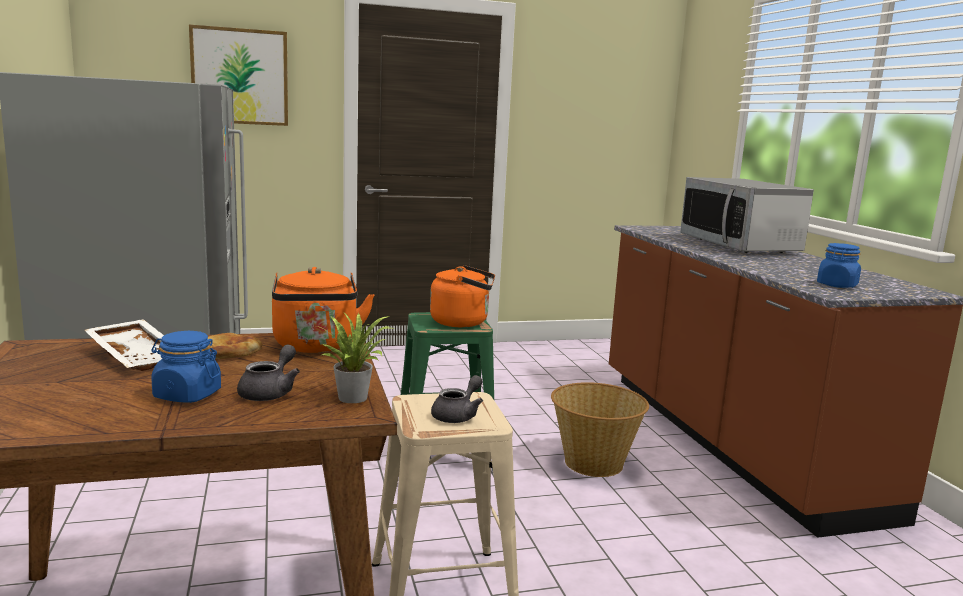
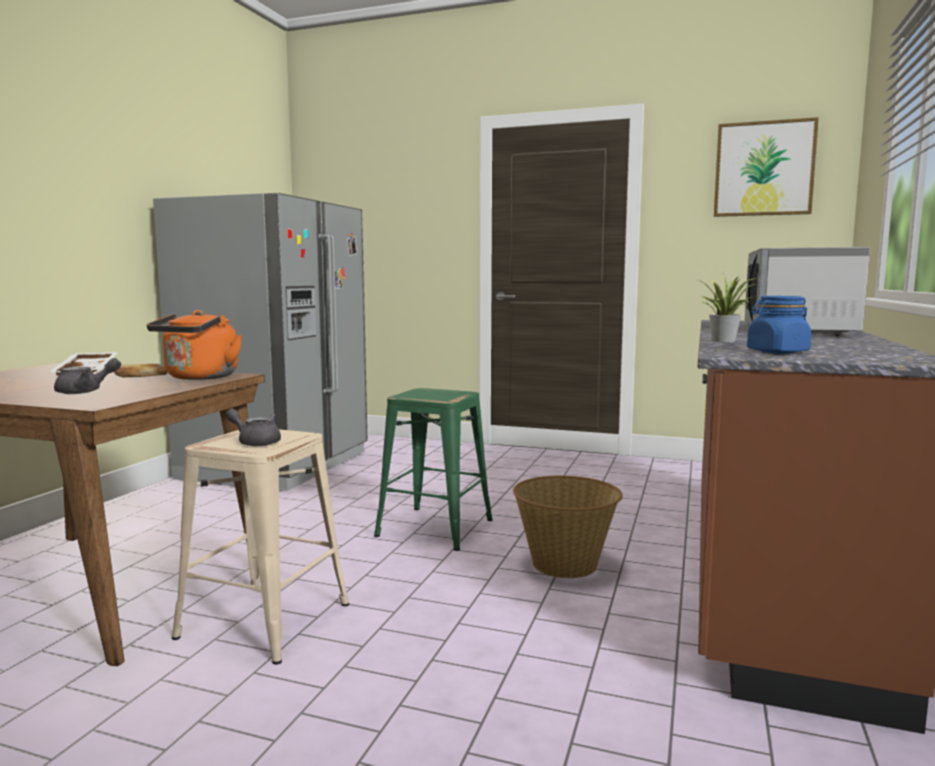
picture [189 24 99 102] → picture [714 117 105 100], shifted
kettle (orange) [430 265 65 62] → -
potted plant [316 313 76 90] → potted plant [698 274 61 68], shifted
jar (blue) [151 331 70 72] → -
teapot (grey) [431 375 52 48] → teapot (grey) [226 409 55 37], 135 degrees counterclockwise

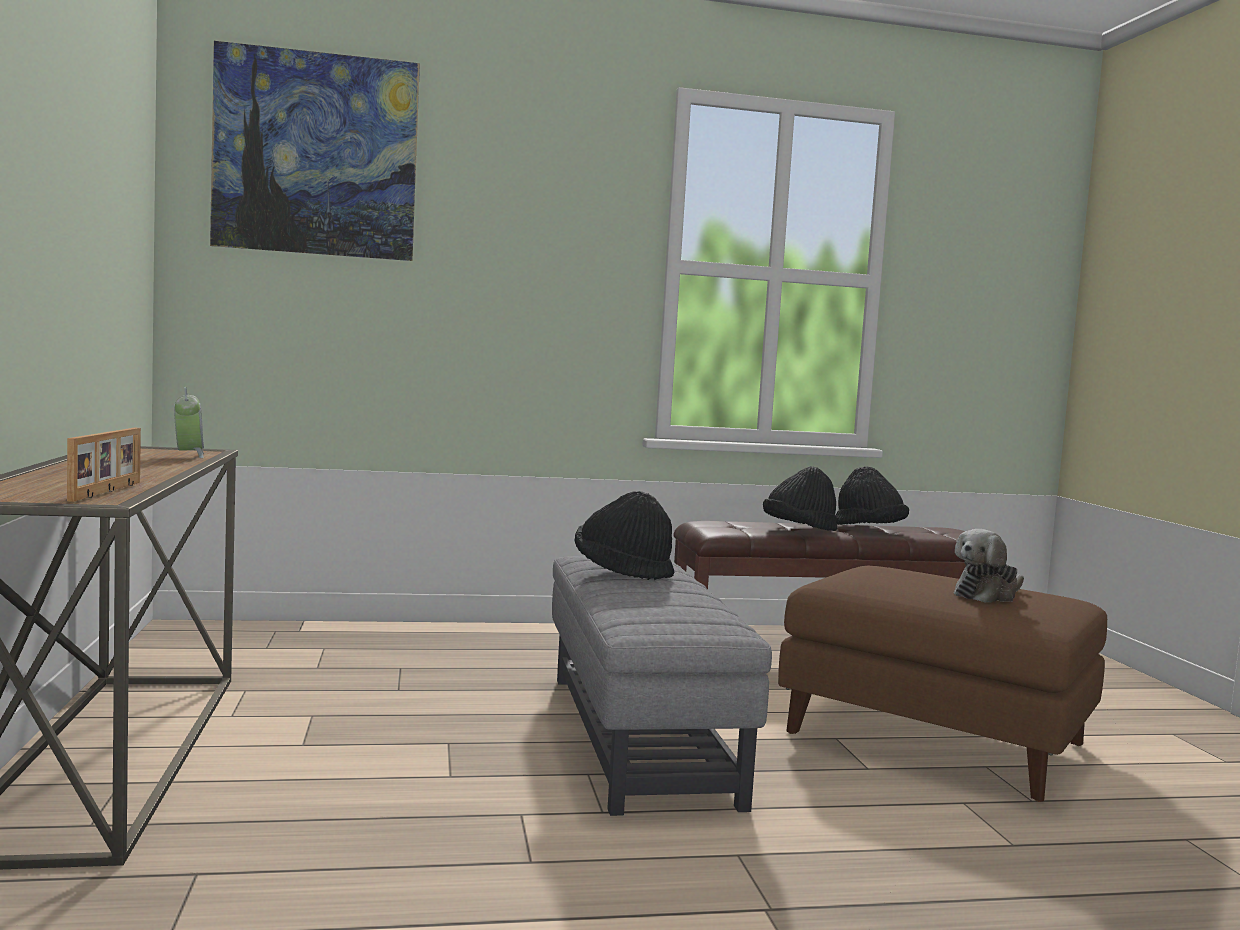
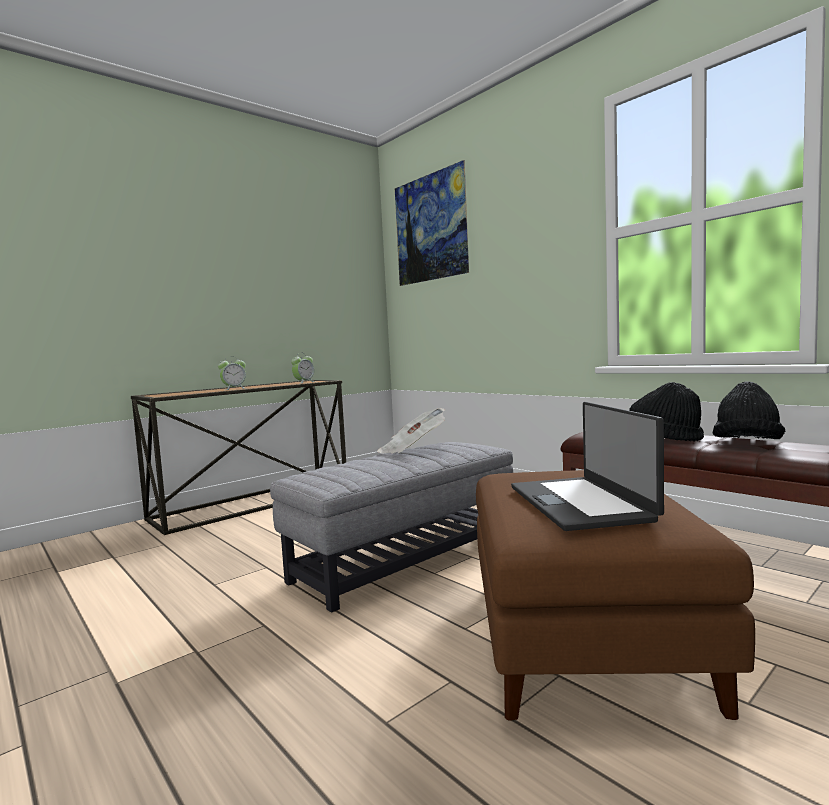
picture frame [67 428 74 74] → -
hat (black) [574 491 100 89] → newspaper [378 408 67 46]
plush toy [954 529 70 74] → laptop [511 402 153 129]
- → alarm clock [218 356 28 34]

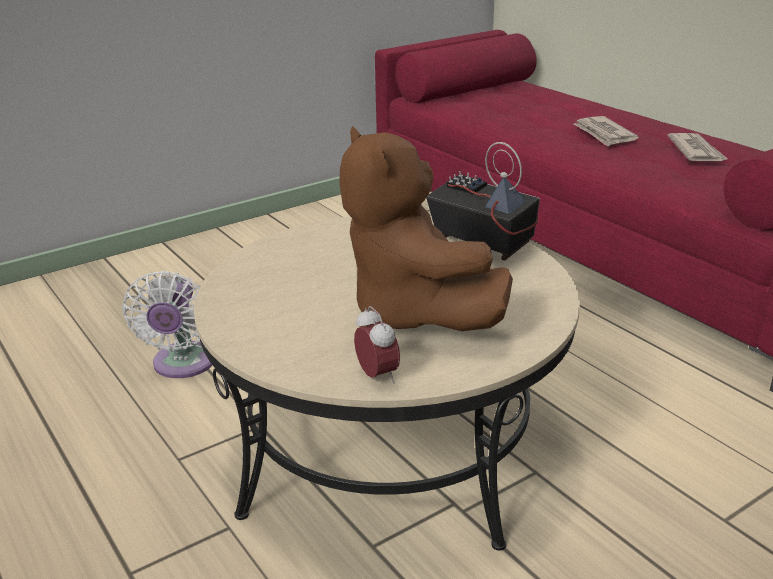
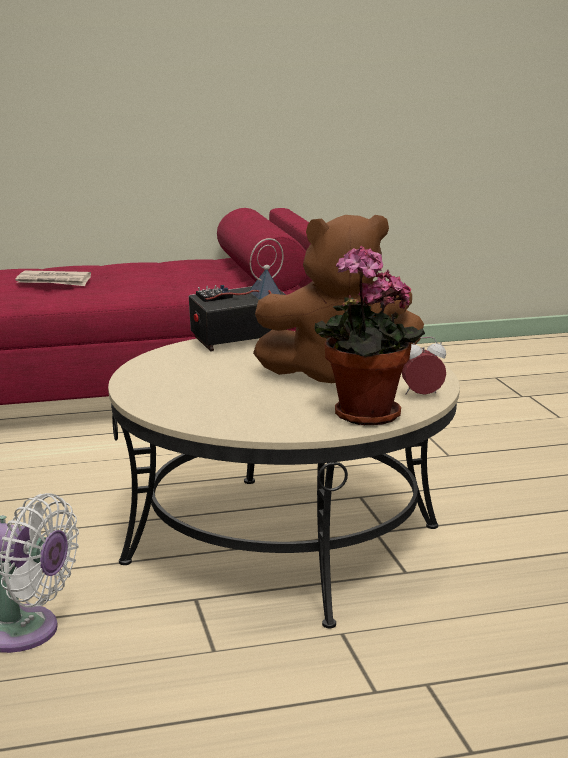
newspaper [668 133 61 28] → -
- → potted plant [314 246 111 179]

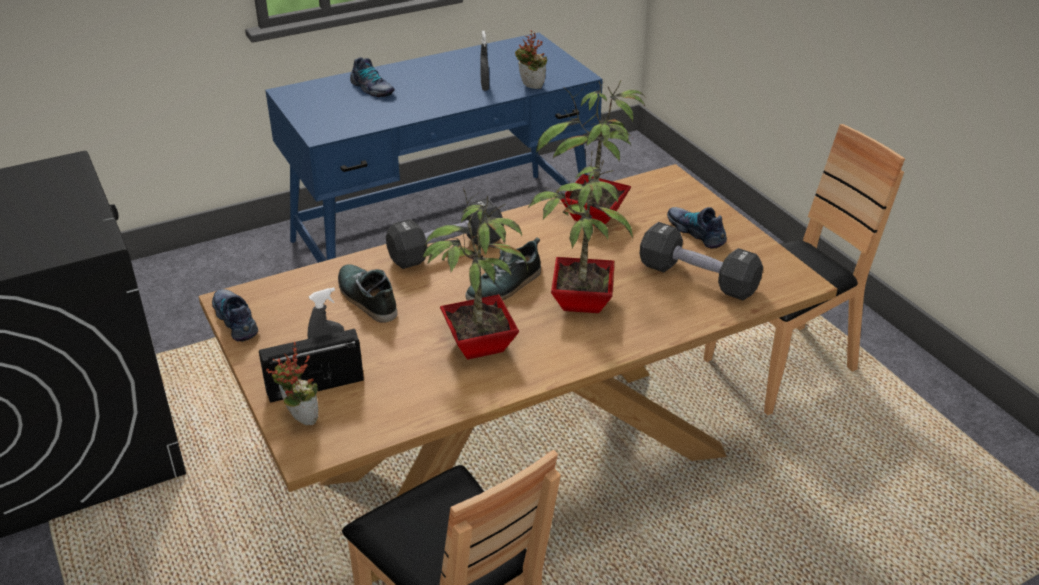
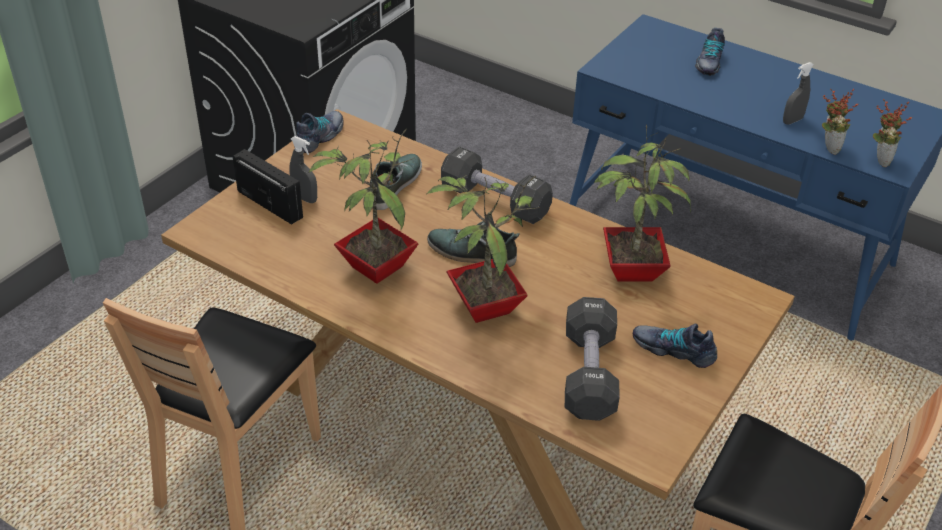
shoe [667 207 60 42] → shoe [633 324 84 44], 90 degrees counterclockwise
potted plant [266 342 52 83] → potted plant [873 99 40 68], shifted

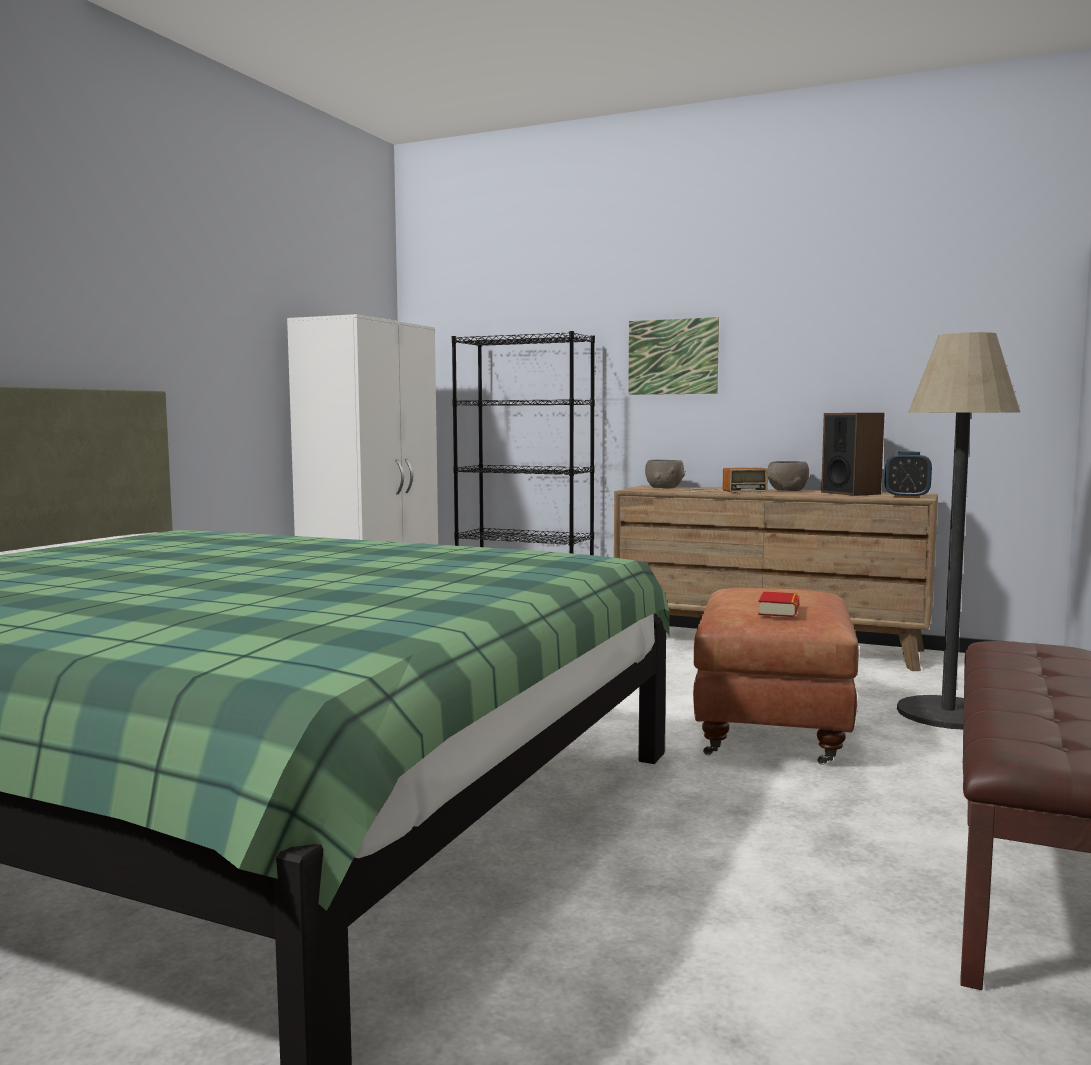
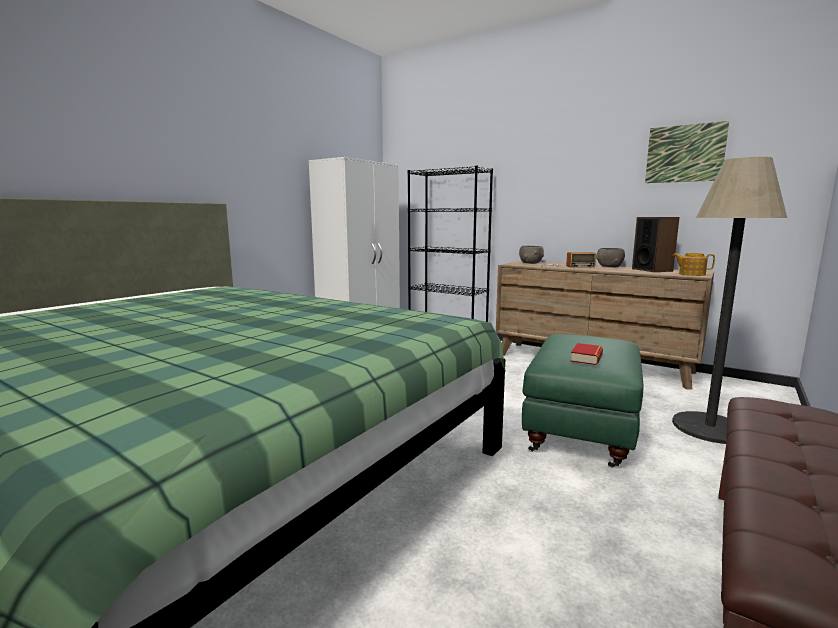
picture [628 317 91 78] → picture [645 121 84 62], shifted
alarm clock [884 451 48 47] → teapot [673 253 42 23]
ottoman (brown) [693 588 166 177] → ottoman (green) [522 334 121 134]

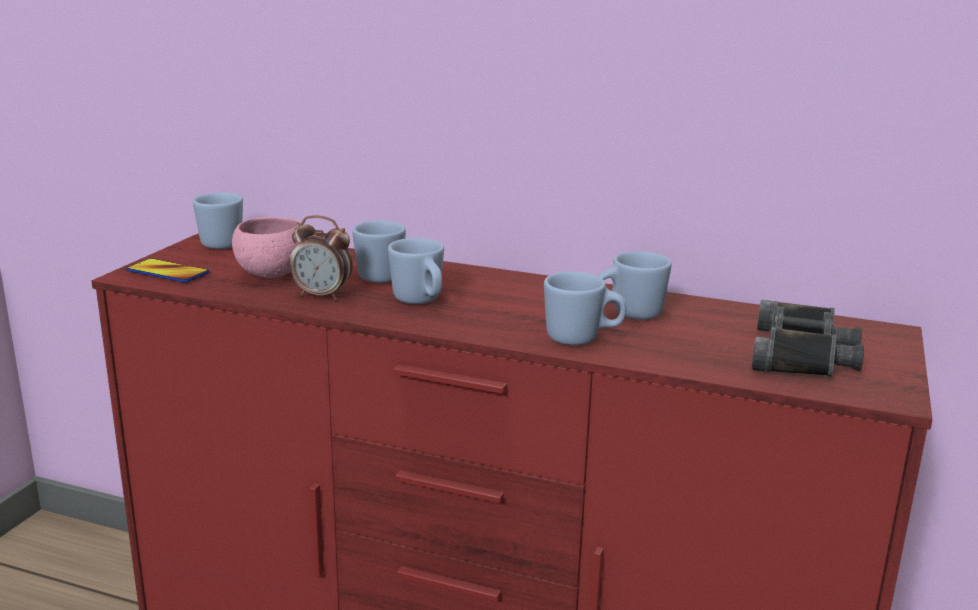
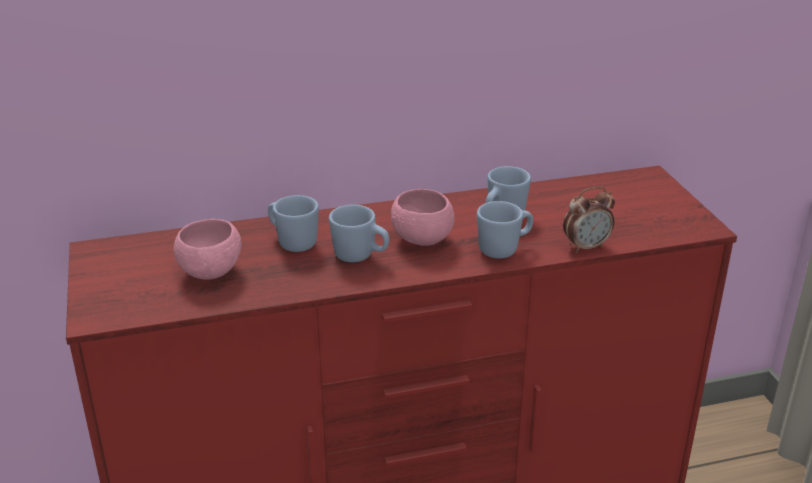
mug (blue) [193 193 50 56] → -
alarm clock [289 215 64 85] → alarm clock [563 187 52 66], shifted
phone [126 258 83 25] → -
binoculars (black) [752 300 112 77] → -
- → bowl (pink) [391 189 64 57]

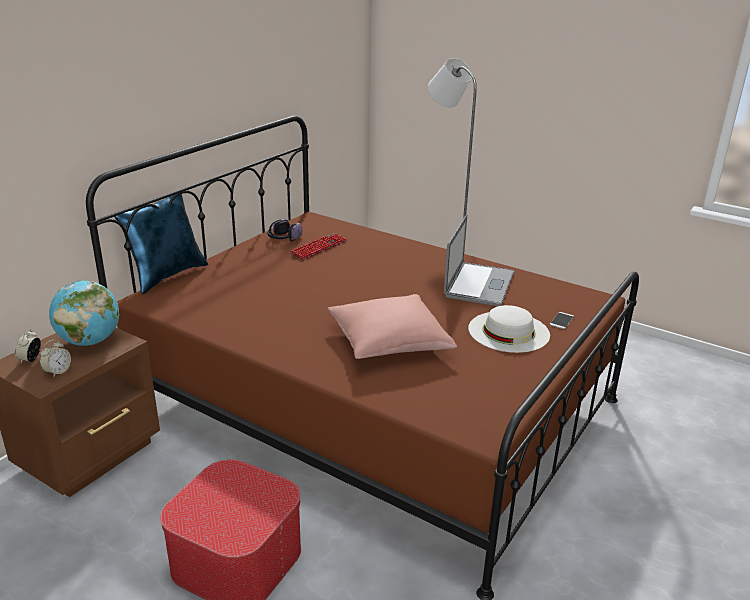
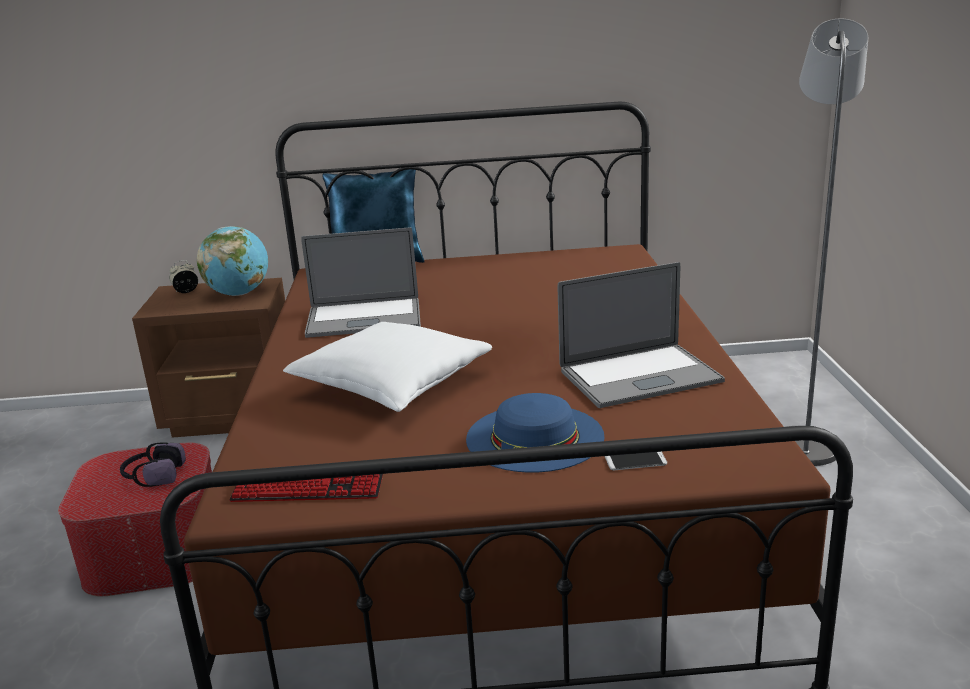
headphones [267 219 35 23] → headphones [120 443 66 44], shifted
keyboard [290 234 57 26] → keyboard [229 474 154 28], shifted
pillow (pink) [328 294 129 65] → pillow (white) [283 322 209 90]
hat (white) [468 305 82 48] → hat (blue) [466 393 138 80]
alarm clock [40 340 31 38] → -
- → laptop [301 227 120 111]

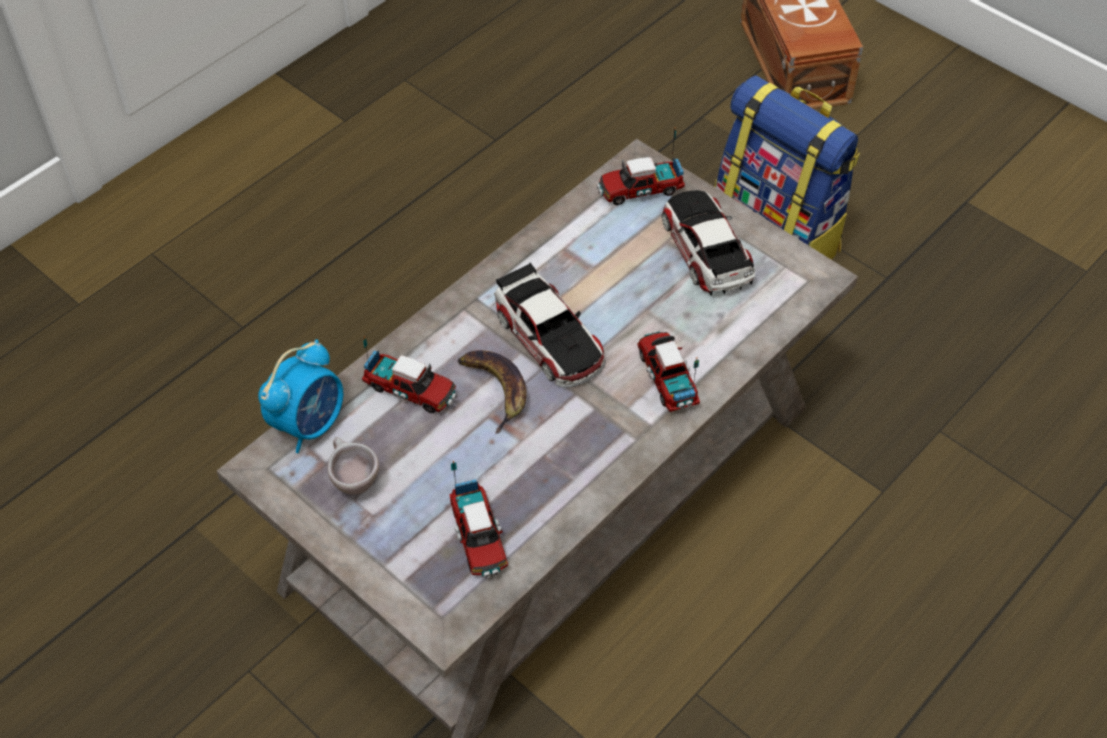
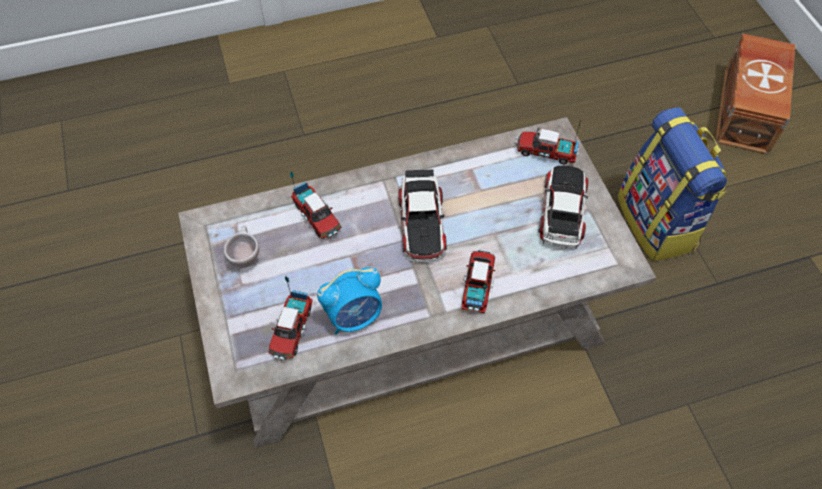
alarm clock [258 339 85 114] → alarm clock [317 267 65 68], shifted
banana [458 350 69 84] → -

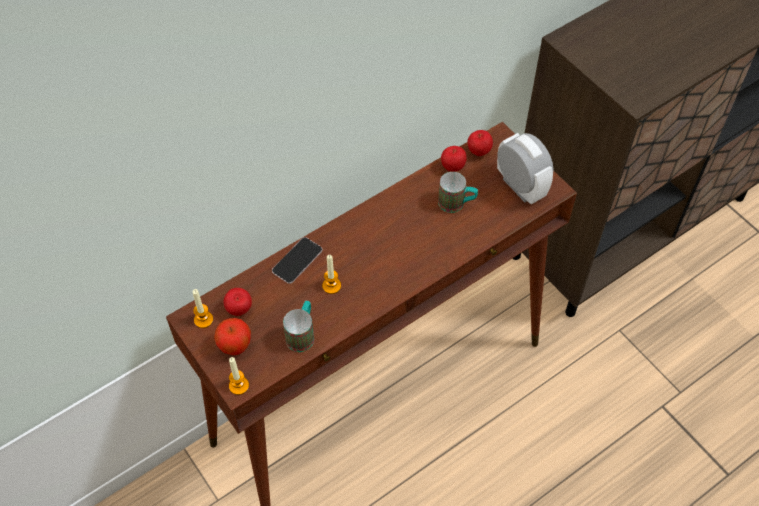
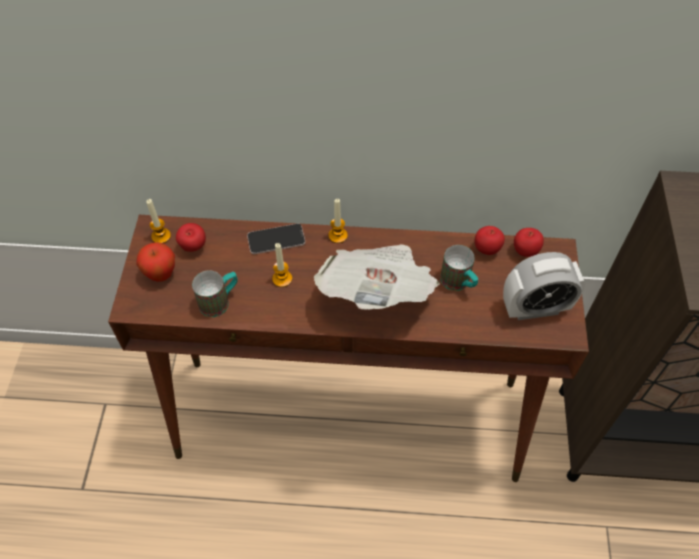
alarm clock [497 133 57 71] → alarm clock [503 252 82 68], 75 degrees clockwise
candle [229 357 20 38] → candle [328 199 20 44], shifted
- → newspaper [314 244 126 66]

